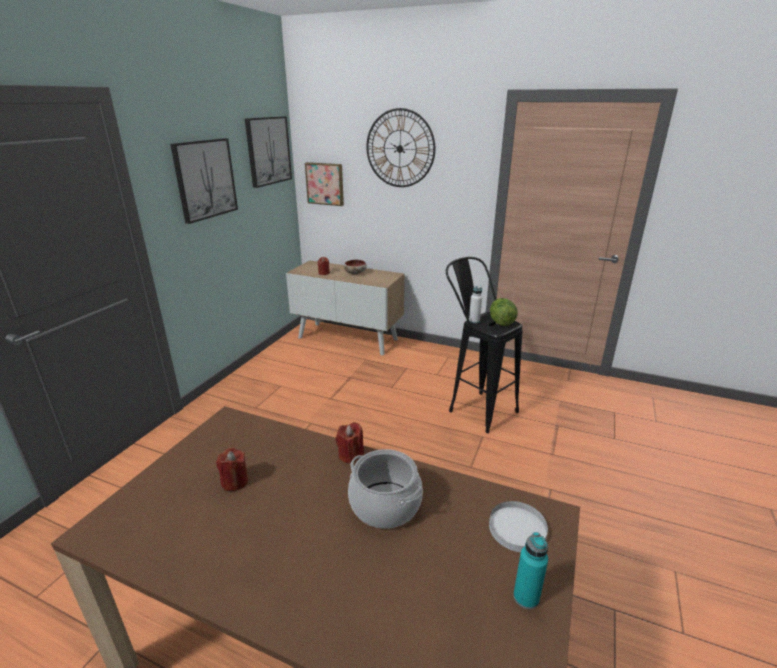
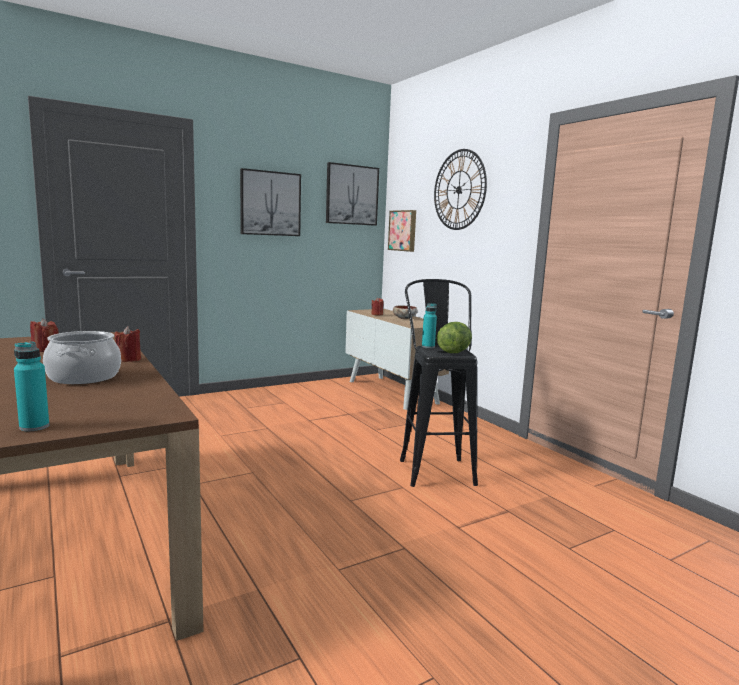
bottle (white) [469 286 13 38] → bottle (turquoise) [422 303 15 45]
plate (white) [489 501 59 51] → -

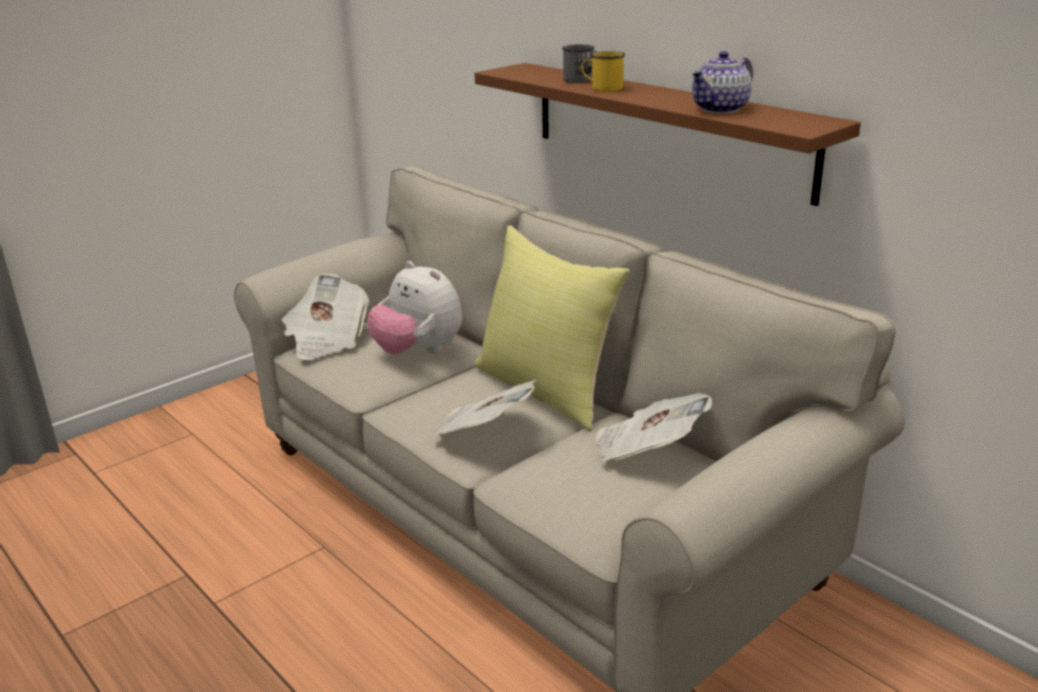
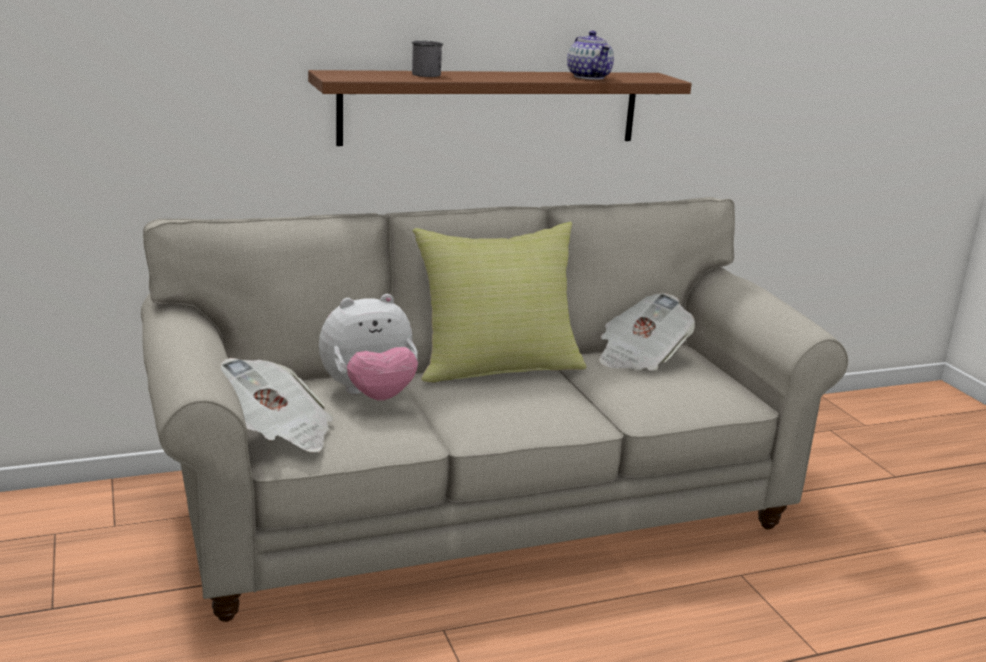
mug (yellow) [581 51 44 41] → -
newspaper [431 380 105 57] → -

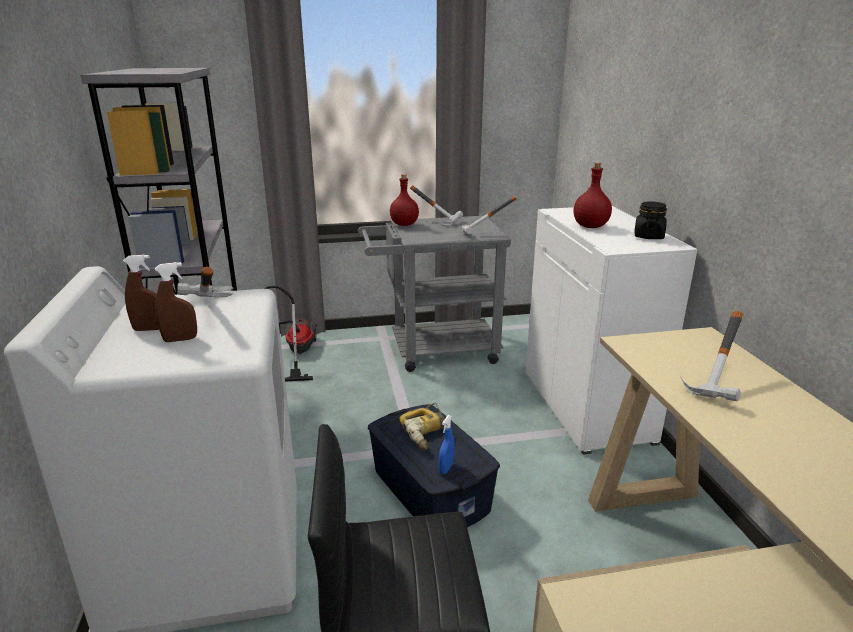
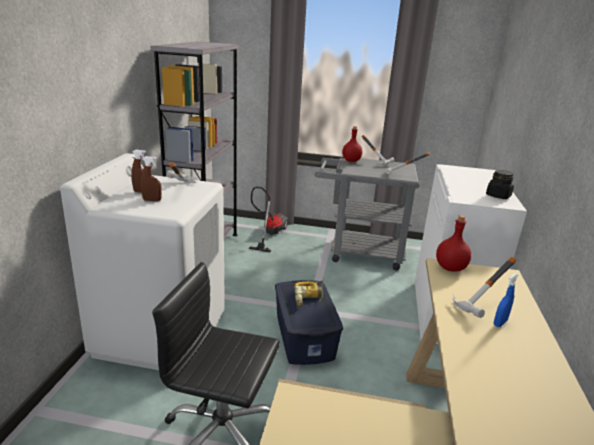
bottle (red) [573 162 39 66] → bottle (red) [436 215 35 57], shifted
spray bottle (blue) [439 415 15 59] → spray bottle (blue) [493 273 25 54], shifted

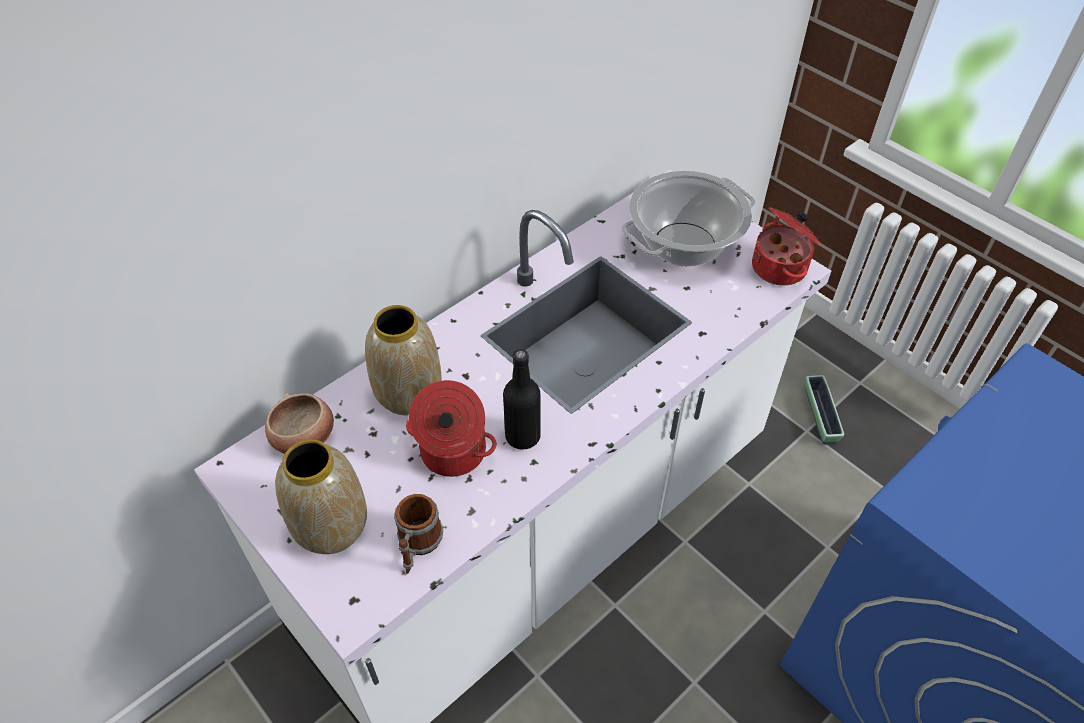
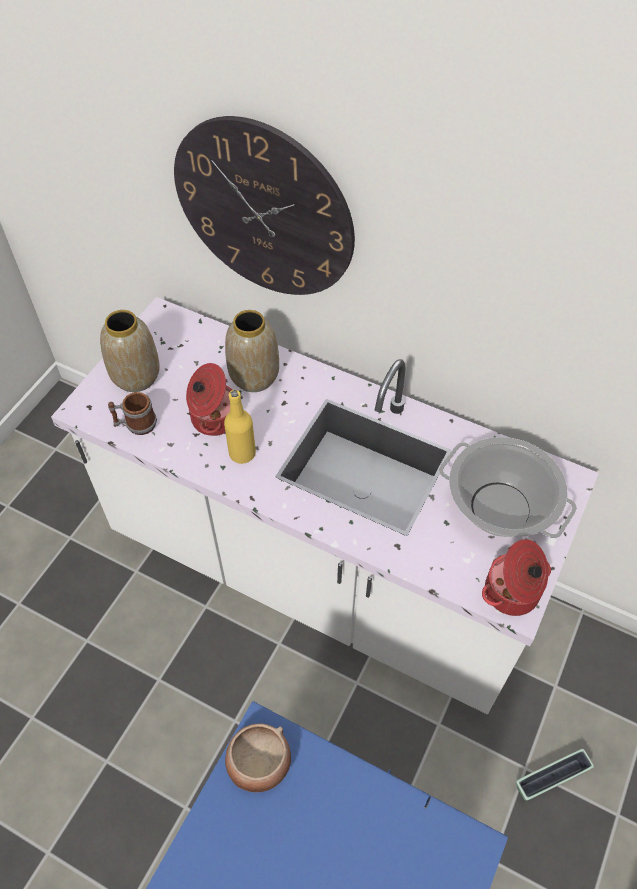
bottle (black) [503 349 38 101] → bottle (yellow) [224 390 32 74]
bowl [265 393 69 61] → bowl [225 723 66 69], shifted
- → wall clock [174 116 181 179]

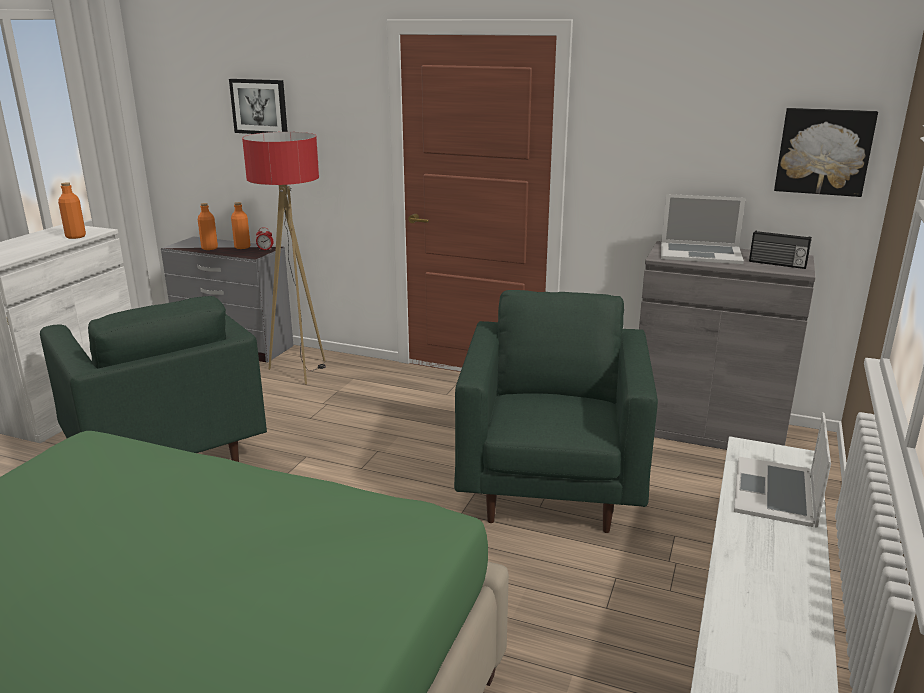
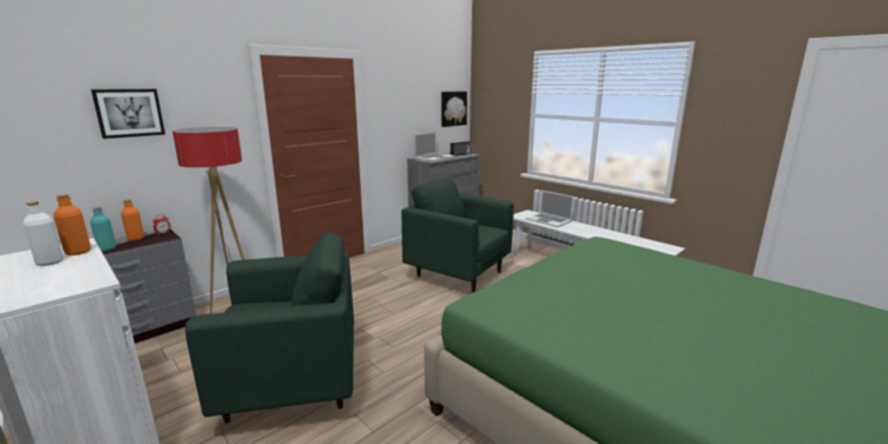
bottle (orange) [198 203 20 47] → bottle (turquoise) [90 207 26 44]
- → bottle (white) [23 201 41 65]

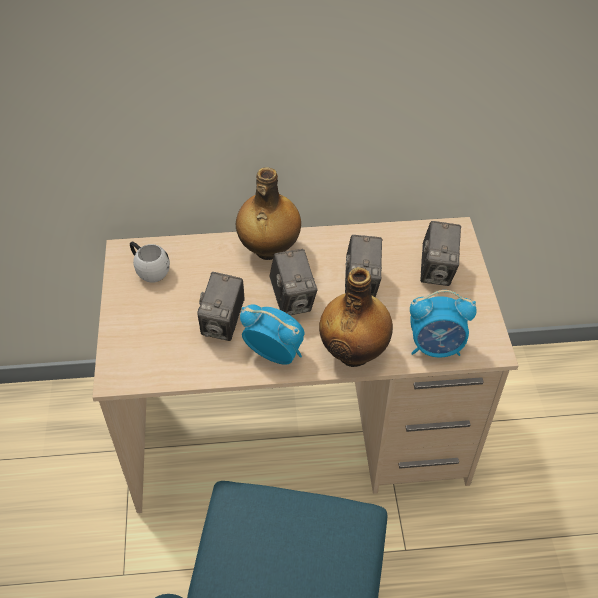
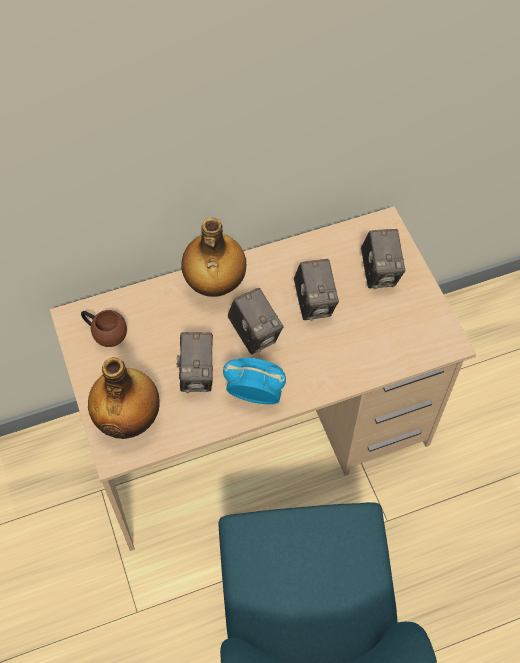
mug (white) [130 242 40 41] → mug (brown) [81 310 46 37]
bottle [319 267 74 100] → bottle [88 357 72 82], shifted
alarm clock [410 290 67 68] → -

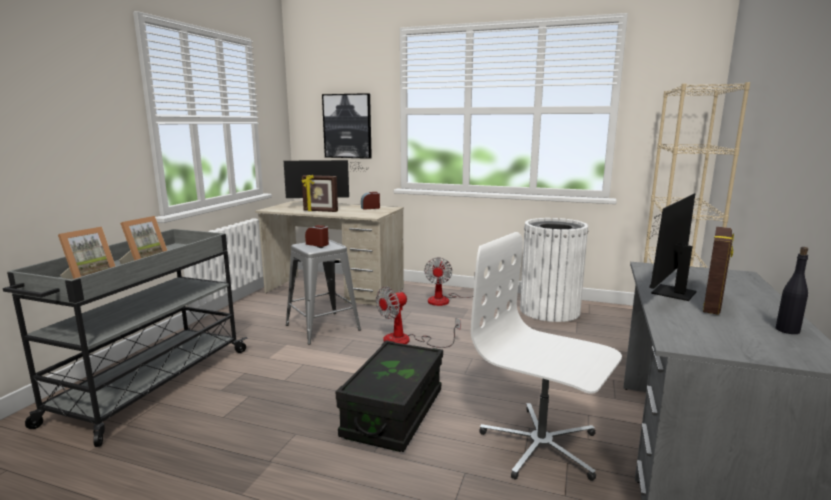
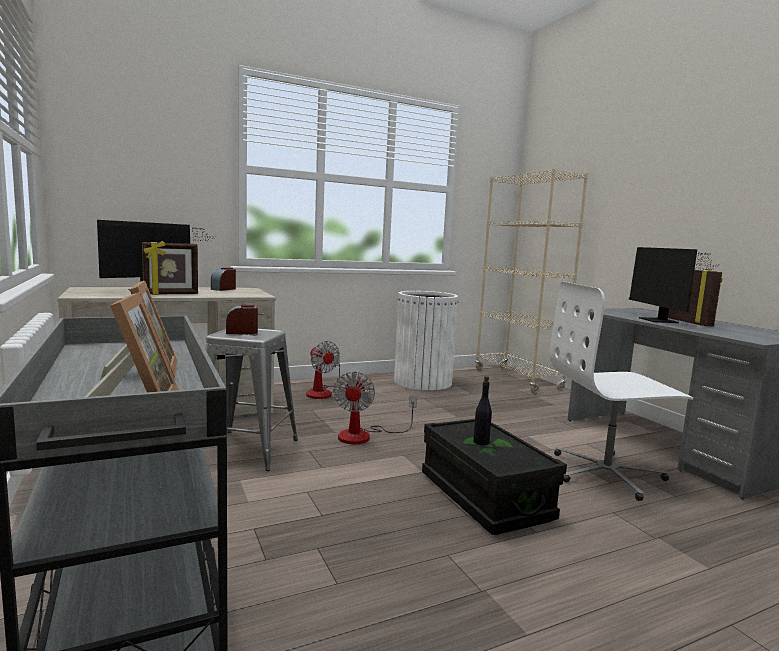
picture [322 93 50 66] → -
bottle (black) [776 247 32 87] → bottle (black) [473 376 19 69], shifted

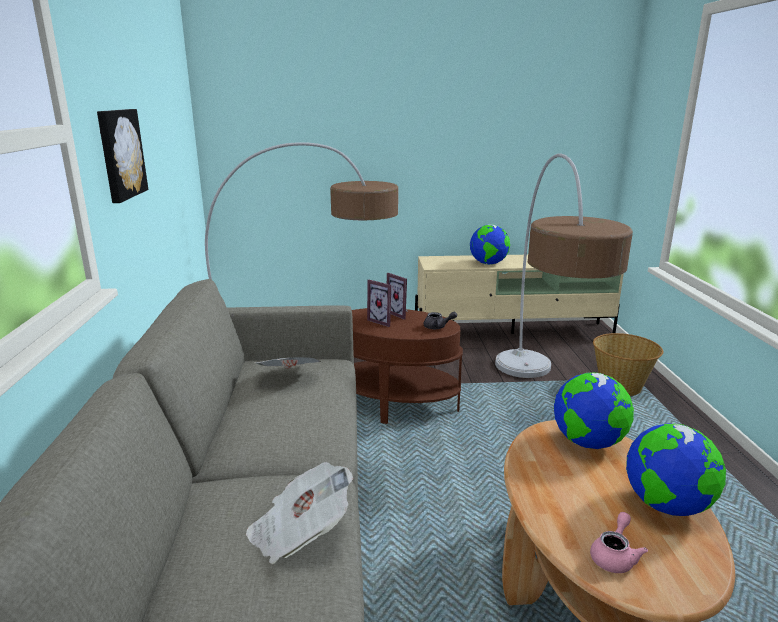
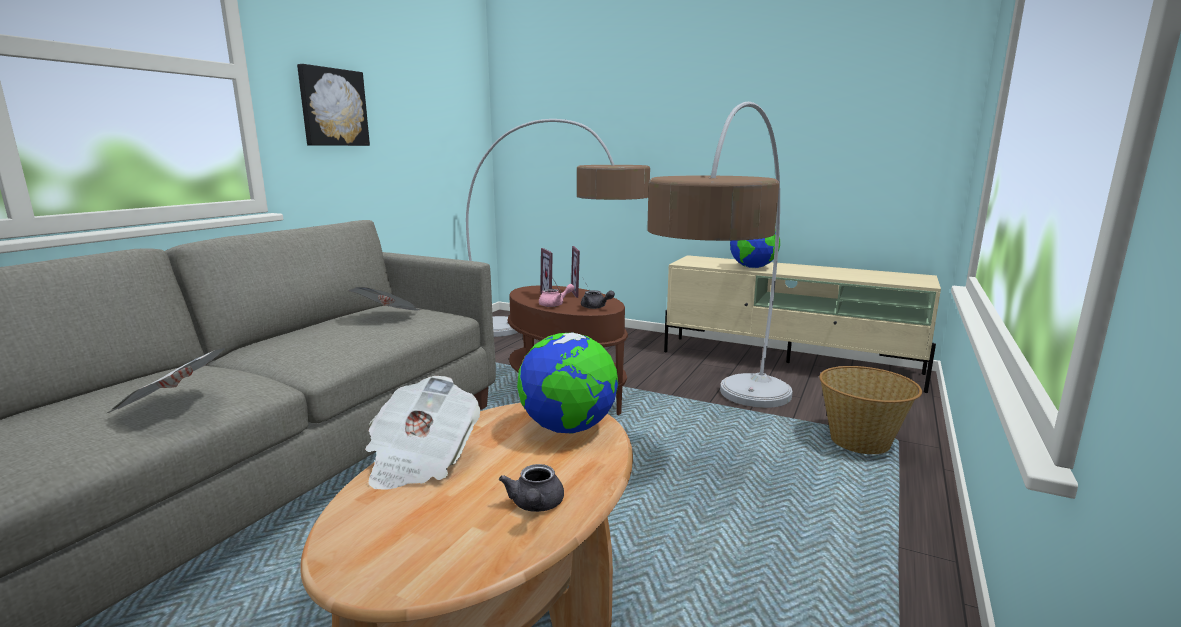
globe [626 423 100 93] → teapot (grey) [499 464 65 48]
teapot (pink) [590 512 58 61] → teapot (pink) [539 284 36 23], shifted
- → newspaper [365 376 115 114]

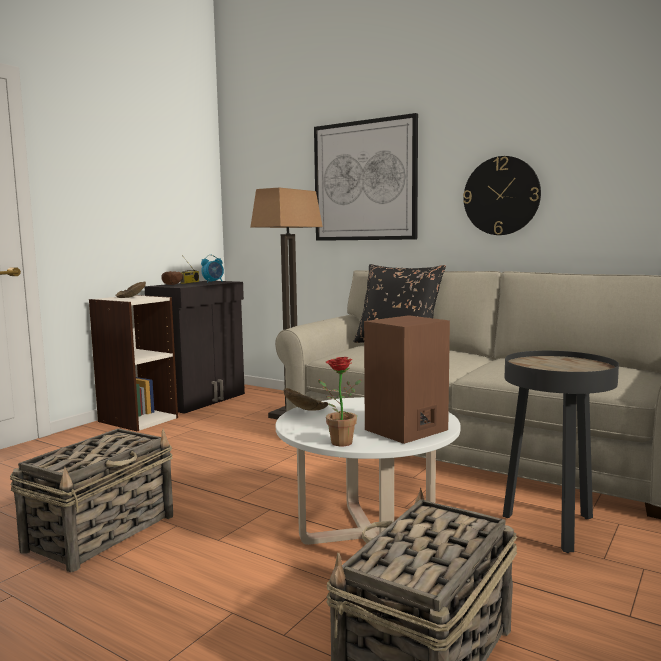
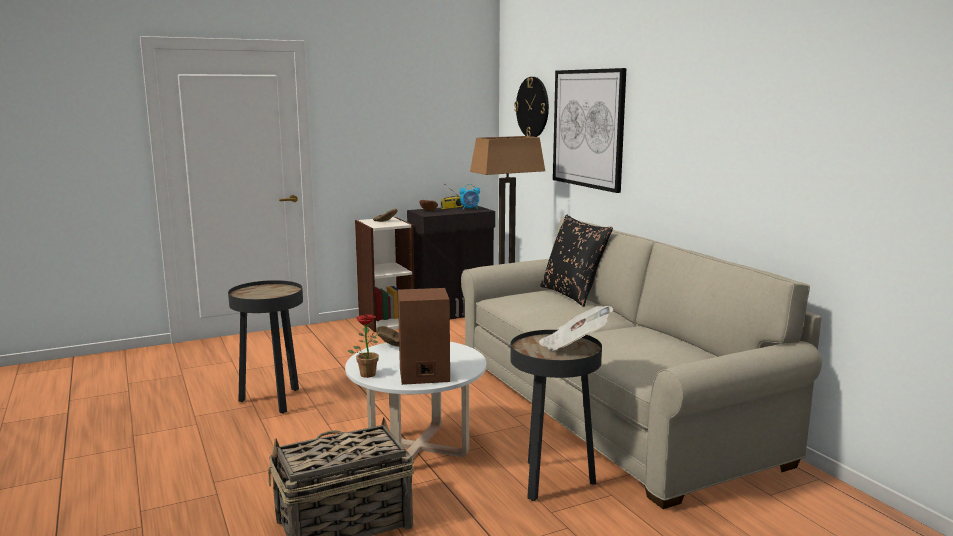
wall clock [463 156 78 79] → wall clock [514 77 35 60], shifted
basket [10 428 163 144] → side table (black) [228 280 75 134]
- → newspaper [538 306 76 45]

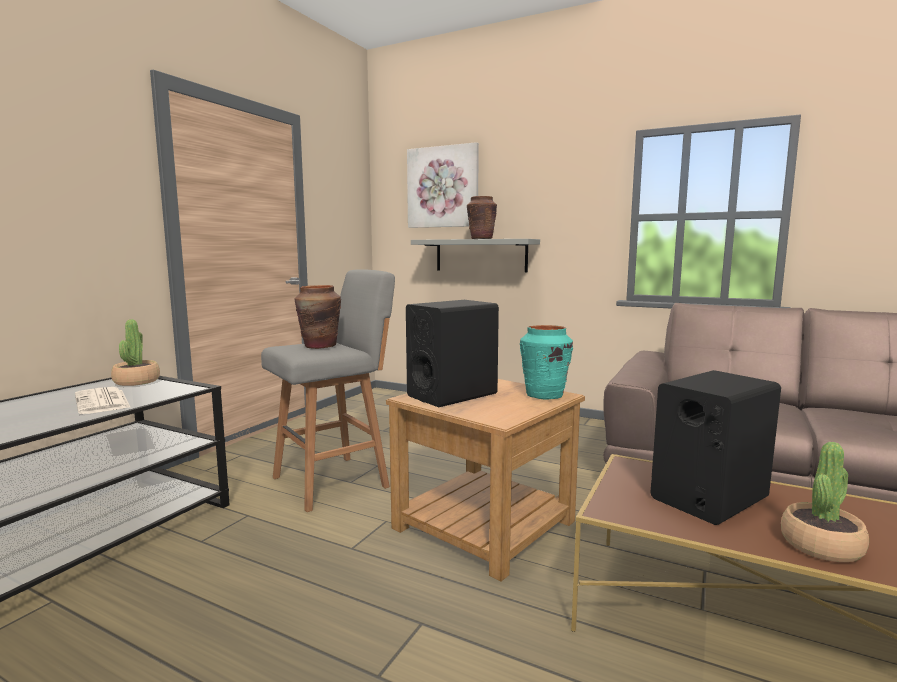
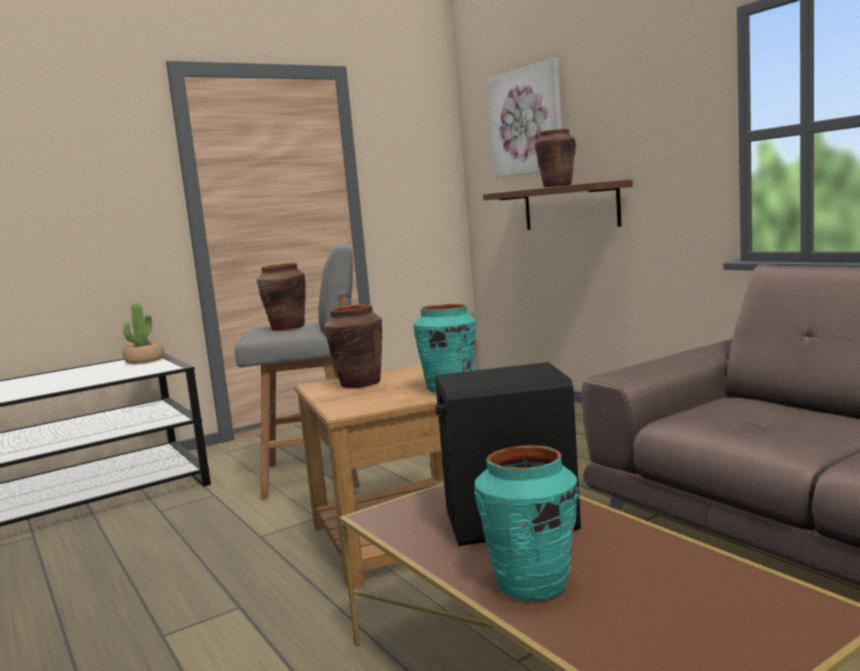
shelf (grey) [411 239 129 33] → shelf (brown) [483 180 150 50]
speaker (black) [406 300 93 107] → vase (brown) [324 304 58 84]
newspaper [75 387 56 27] → -
potted plant [781 442 88 120] → vase (turquoise) [474 445 105 156]

